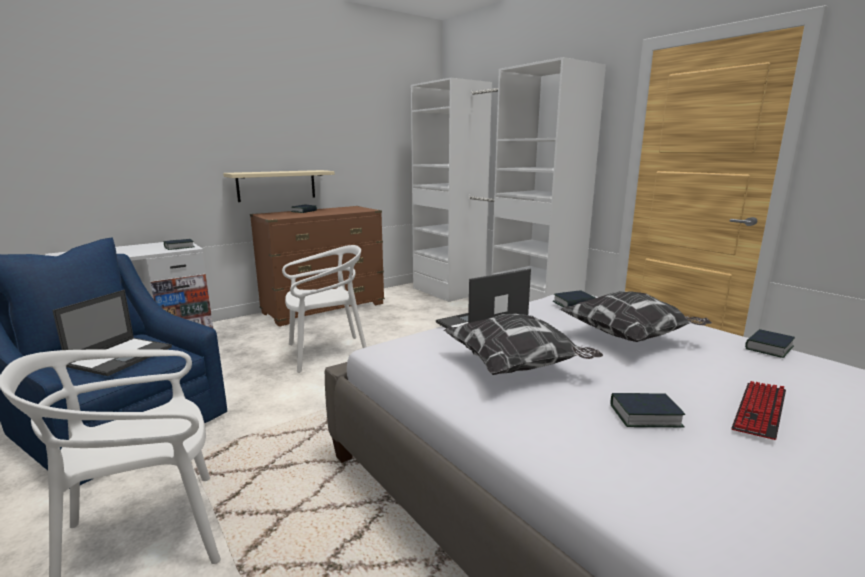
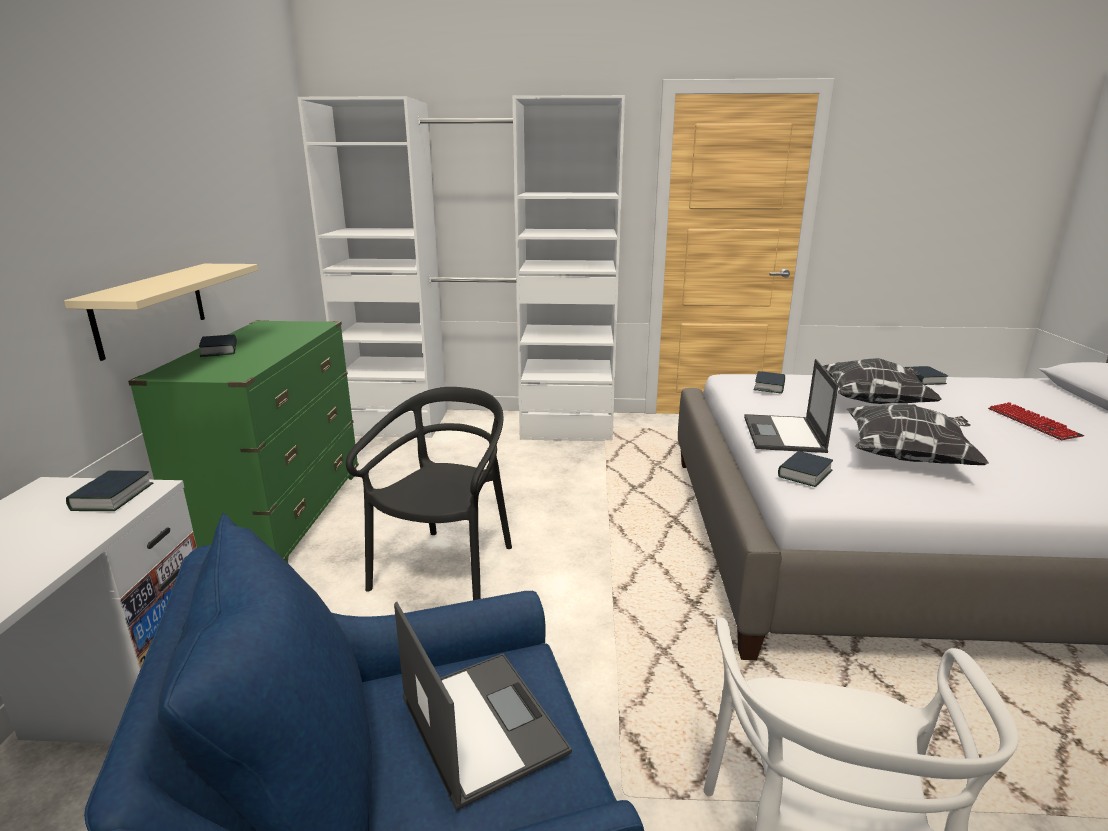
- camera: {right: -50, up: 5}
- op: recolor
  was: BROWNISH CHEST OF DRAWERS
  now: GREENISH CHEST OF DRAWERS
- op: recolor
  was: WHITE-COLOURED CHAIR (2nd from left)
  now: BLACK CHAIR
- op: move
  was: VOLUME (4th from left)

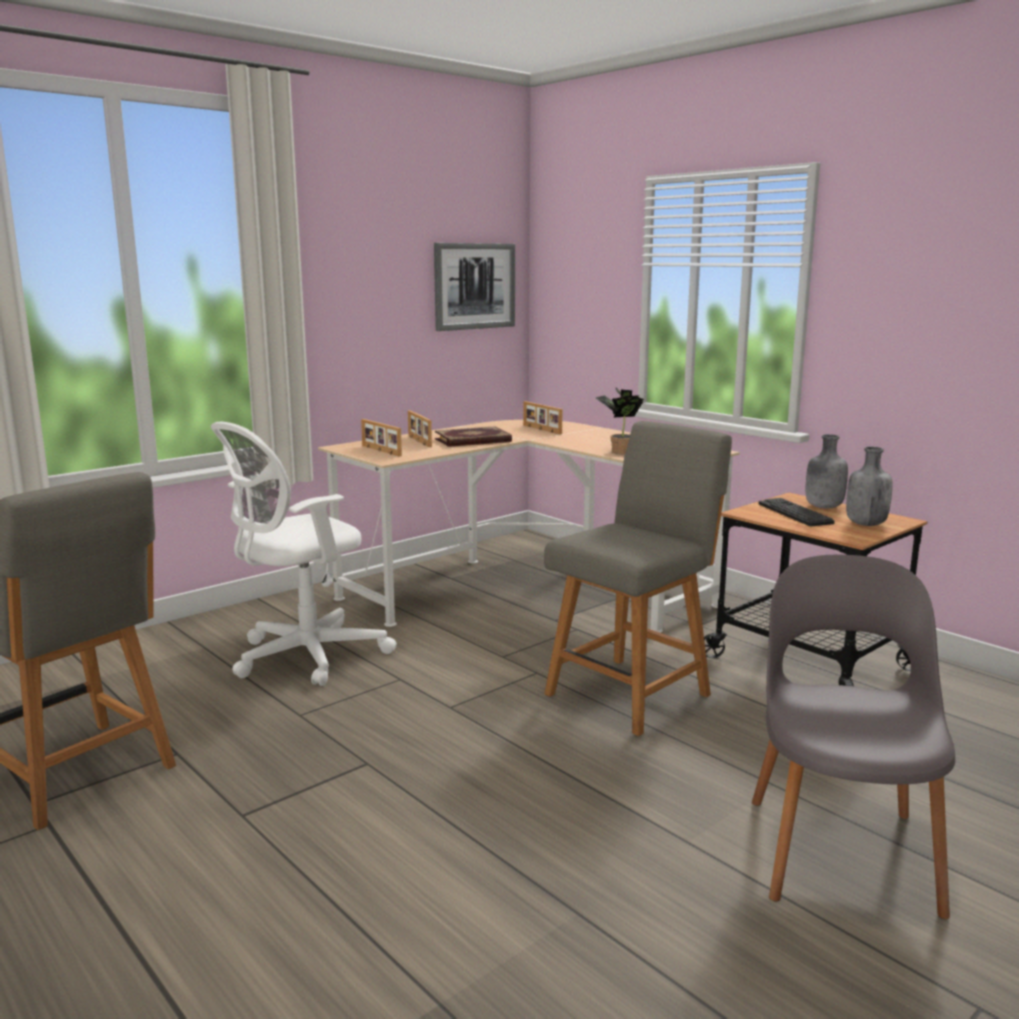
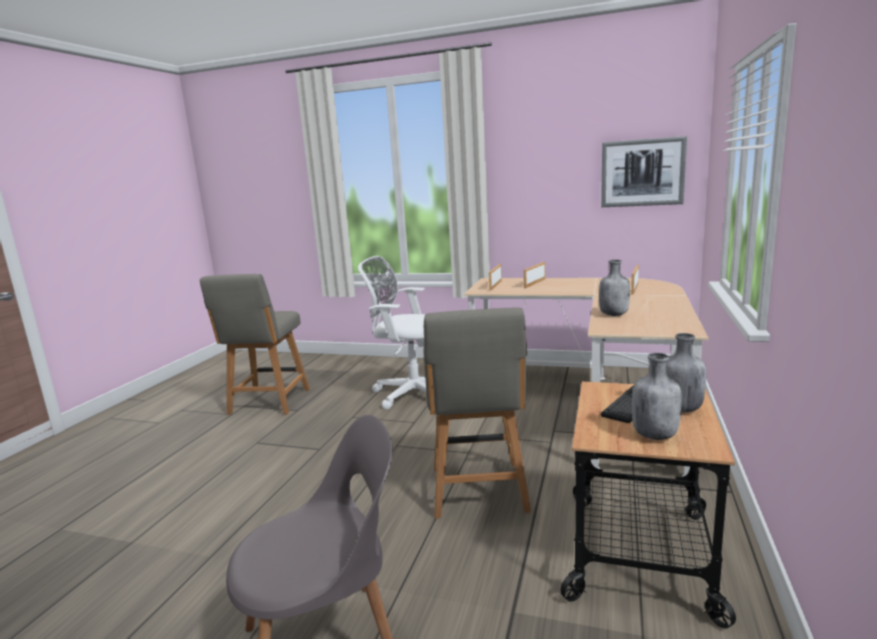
- camera: {right: 60, up: 0}
- op: rotate
  was: GREY CHAIR (2nd from left in the first image)
  clockwise: 75
- op: replace
  was: PLANT IN A POT
  now: GREY DRINK BOTTLE (1st from left)
- op: delete
  was: VOLUME

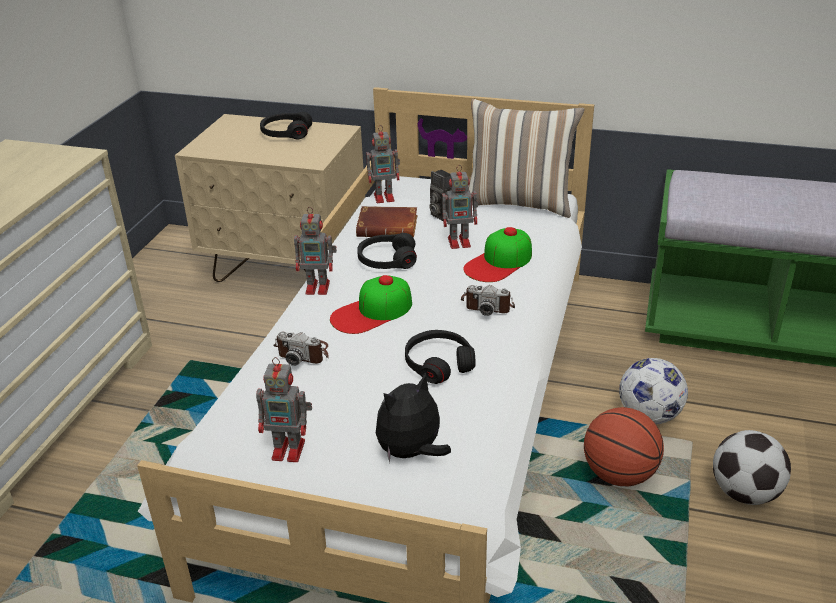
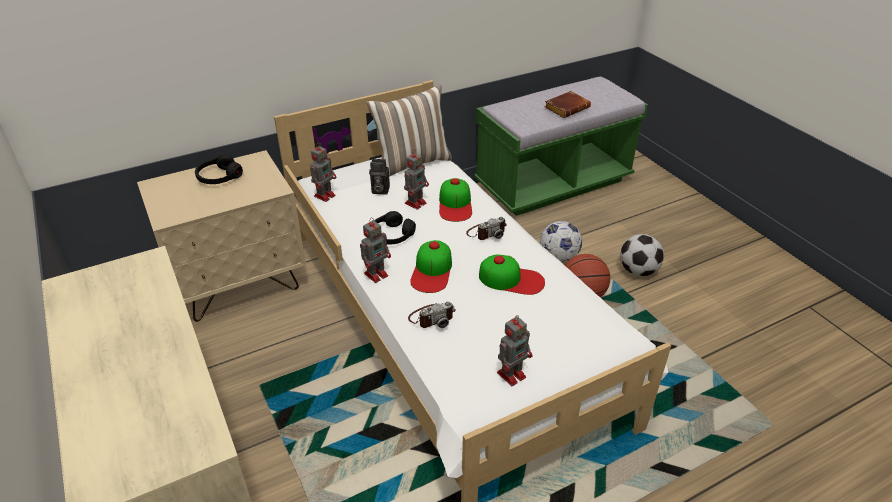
- camera: {right: -45, up: 5}
- op: replace
  was: BLACK PAIR OF HEADPHONES (3rd from left)
  now: CAP (3rd from left)
- op: move
  was: BROWNISH VOLUME
- op: delete
  was: SOFT TOY

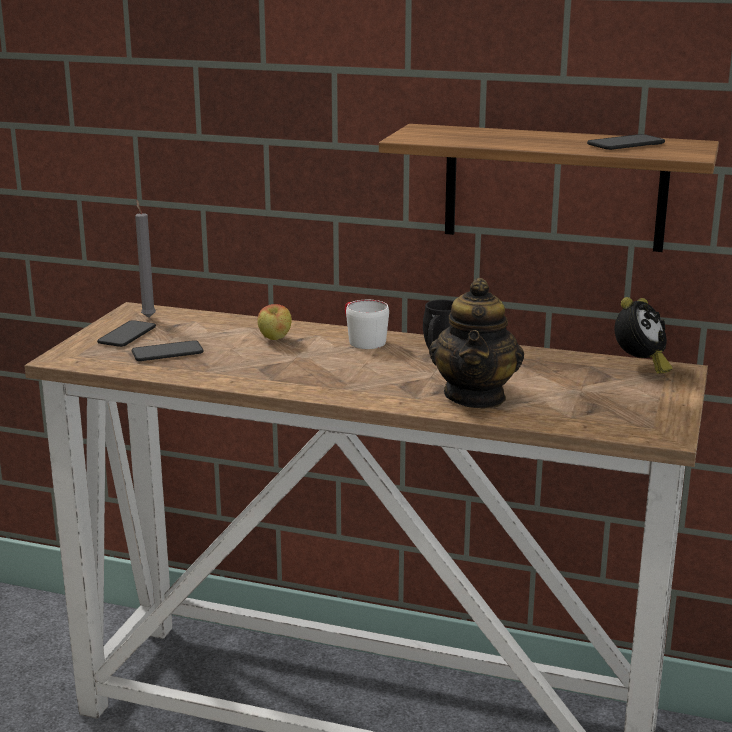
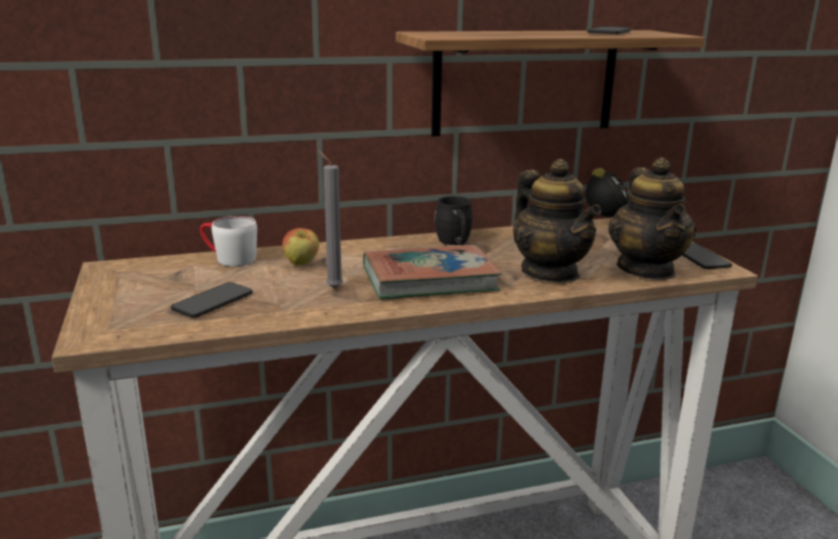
- camera: {right: -35, up: 0}
- op: move
  was: WHITE-COLOURED TEA MUG
- op: move
  was: GREY WAX LIGHT
- op: insert
  now: VOLUME
- op: insert
  now: POT FOR TEA (2nd from left)
- op: move
  was: HANDSET (1st from left in the first image)
  now: HANDSET (3rd from left)

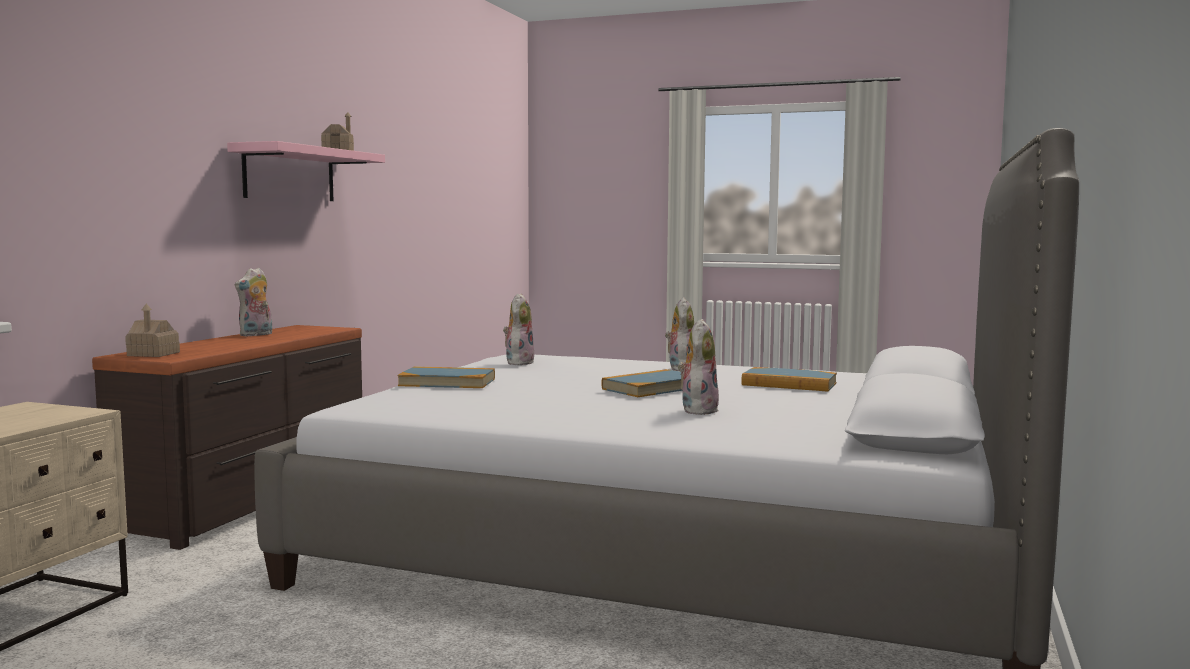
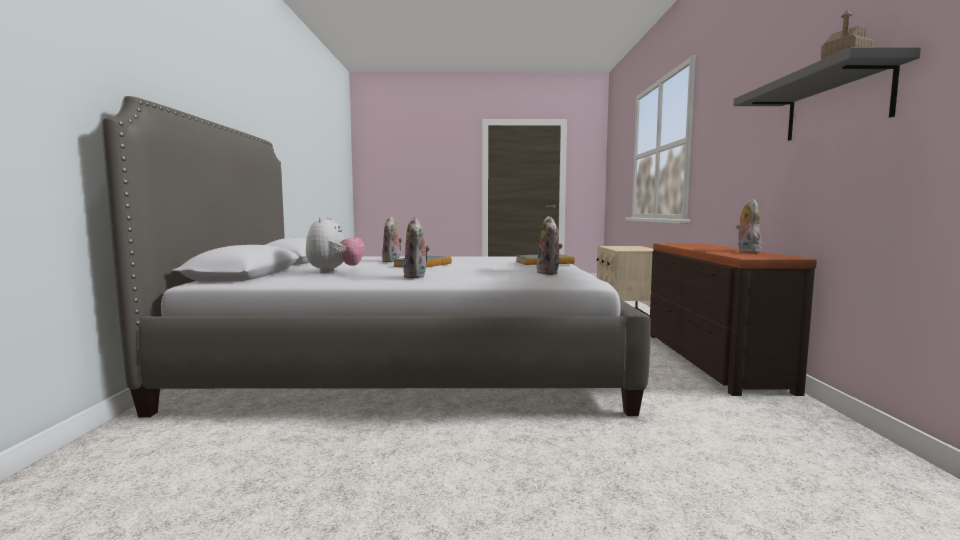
- camera: {right: 160, up: 0}
- op: replace
  was: VOLUME (3rd from left)
  now: SOFT TOY (1st from left)
- op: recolor
  was: PINKISH BRACKET SHELF
  now: GREY BRACKET SHELF
- op: delete
  was: MINIATURE HOUSE (1st from left)

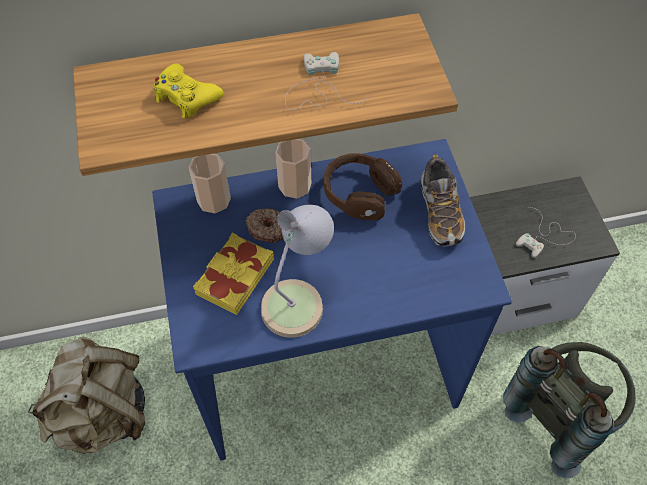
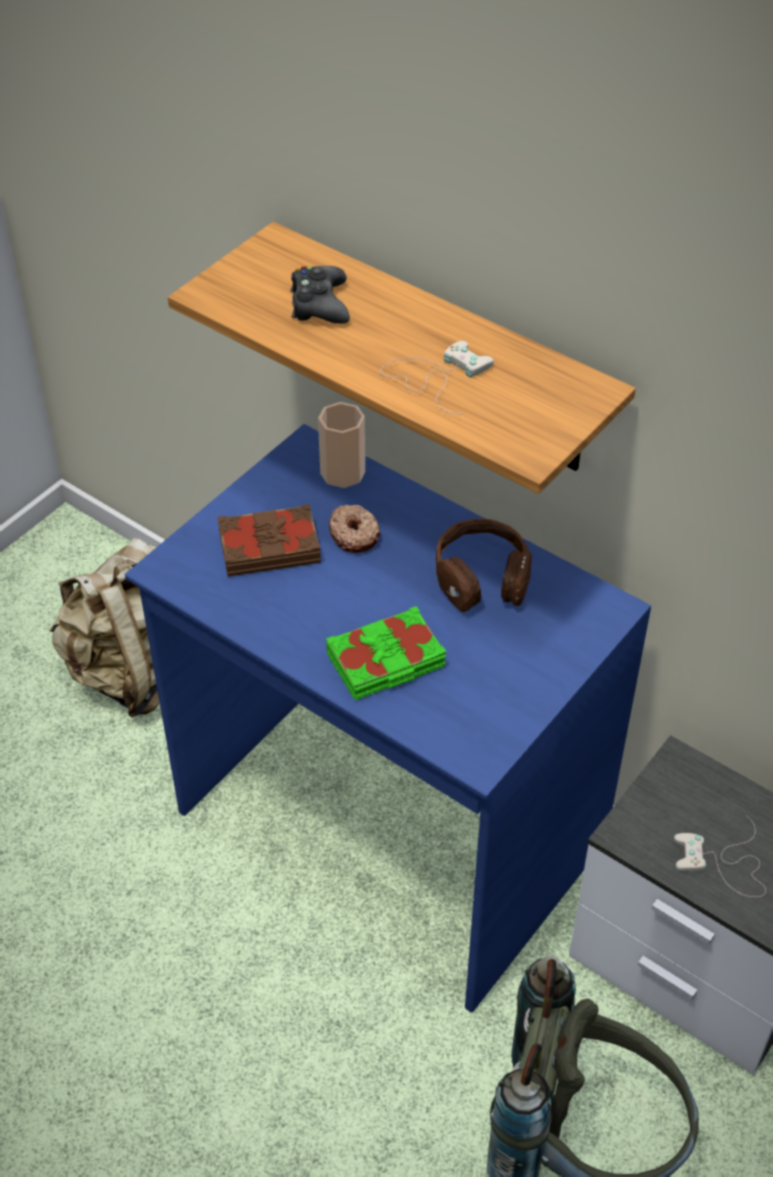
- camera: {right: 50, up: -10}
- op: recolor
  was: YELLOW-COLOURED VOLUME
  now: BROWNISH VOLUME
- op: recolor
  was: YELLOW-COLOURED JOYPAD
  now: BLACK JOYPAD
- op: insert
  now: GREENISH VOLUME
- op: delete
  was: TABLETOP LAMP
- op: delete
  was: DRINKING CUP (2nd from left)
- op: delete
  was: ITEM OF FOOTWEAR

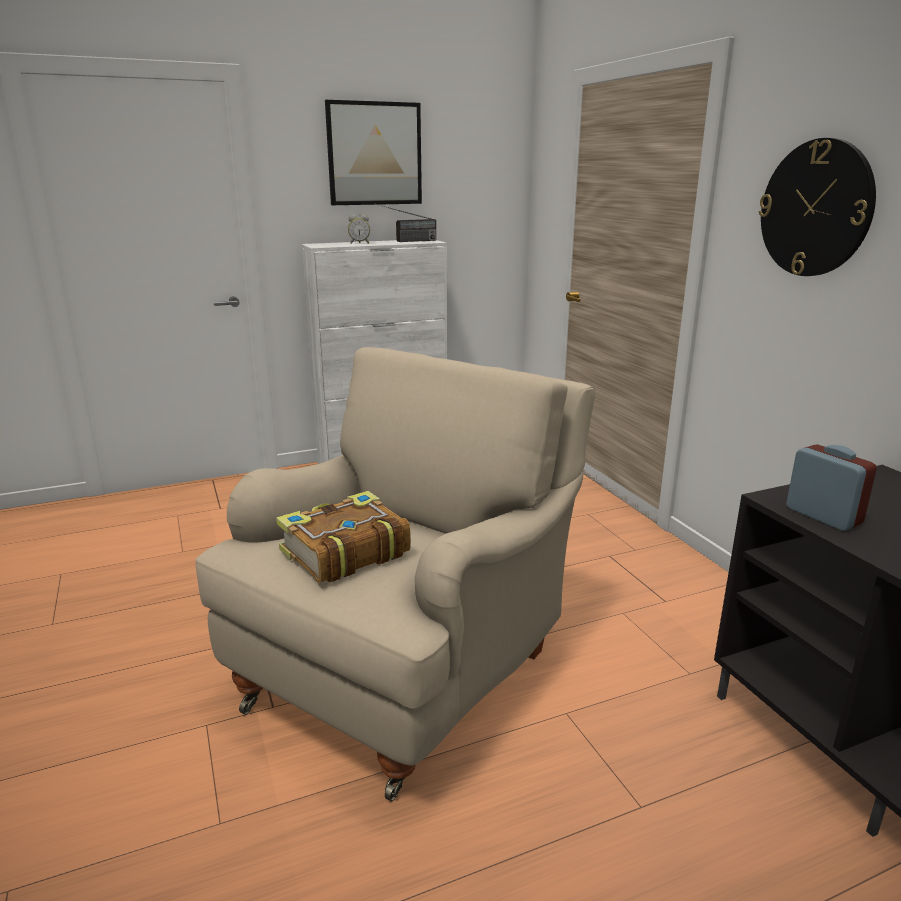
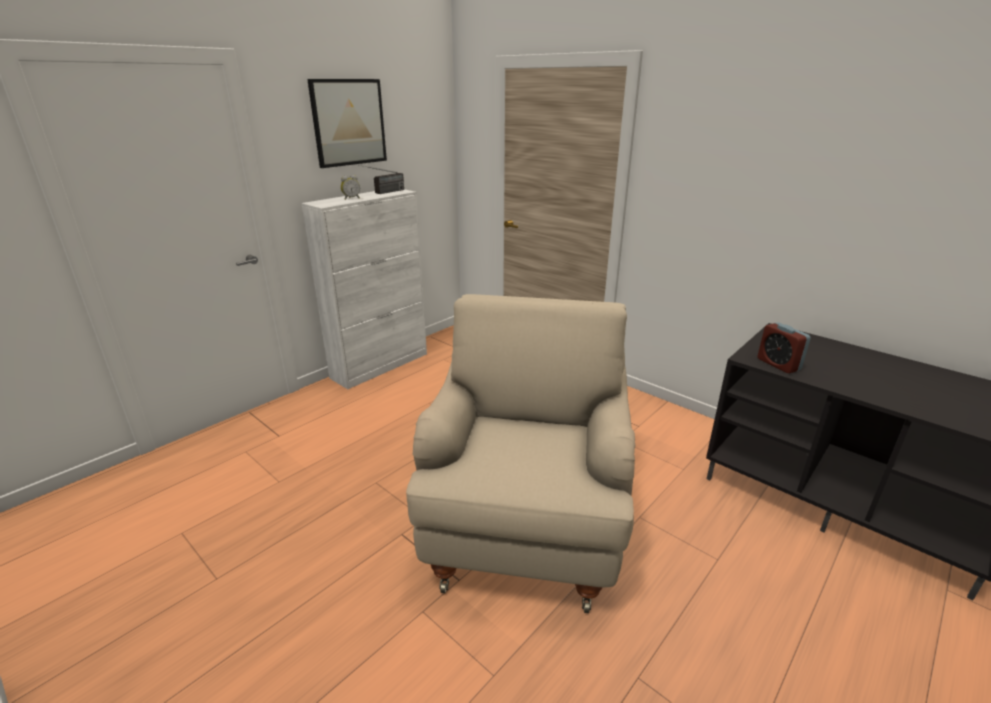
- camera: {right: -25, up: 5}
- op: rotate
  was: TABLE CLOCK (2nd from left)
  clockwise: -150
- op: delete
  was: VOLUME
- op: delete
  was: HANGING CLOCK

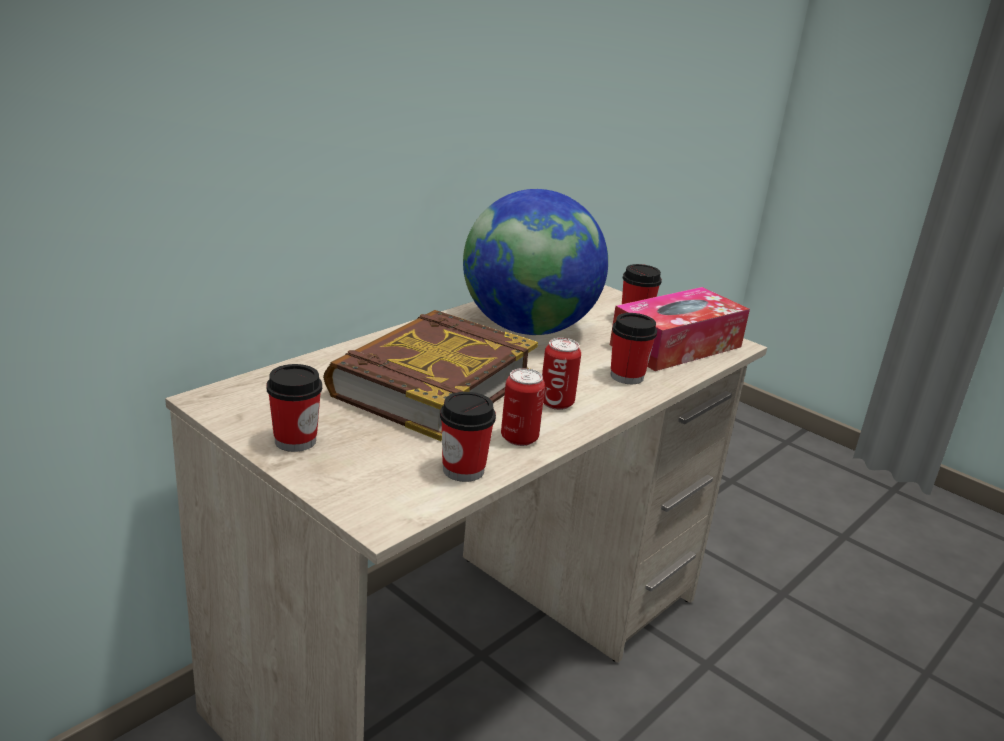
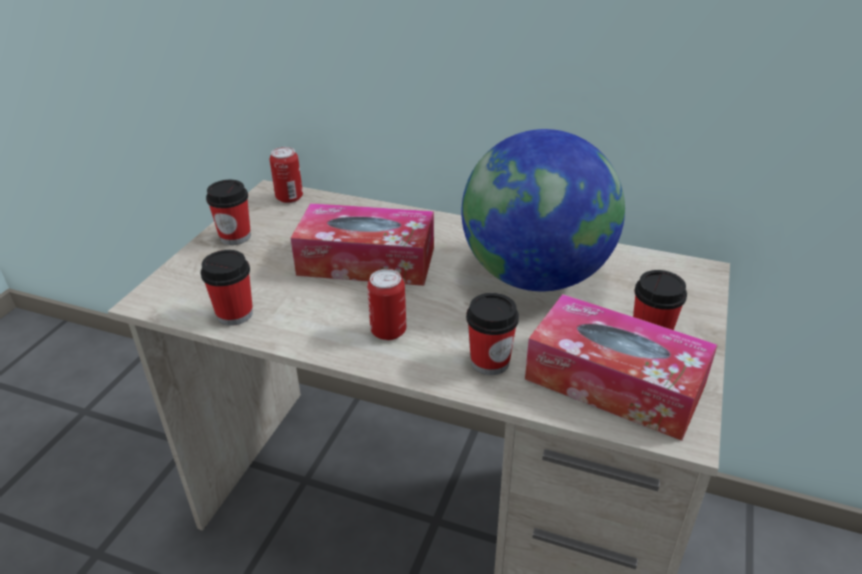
- camera: {right: 70, up: 10}
- op: move
  was: METAL CAN (1st from left)
- op: replace
  was: VOLUME
  now: BOX OF TISSUES (1st from left)

